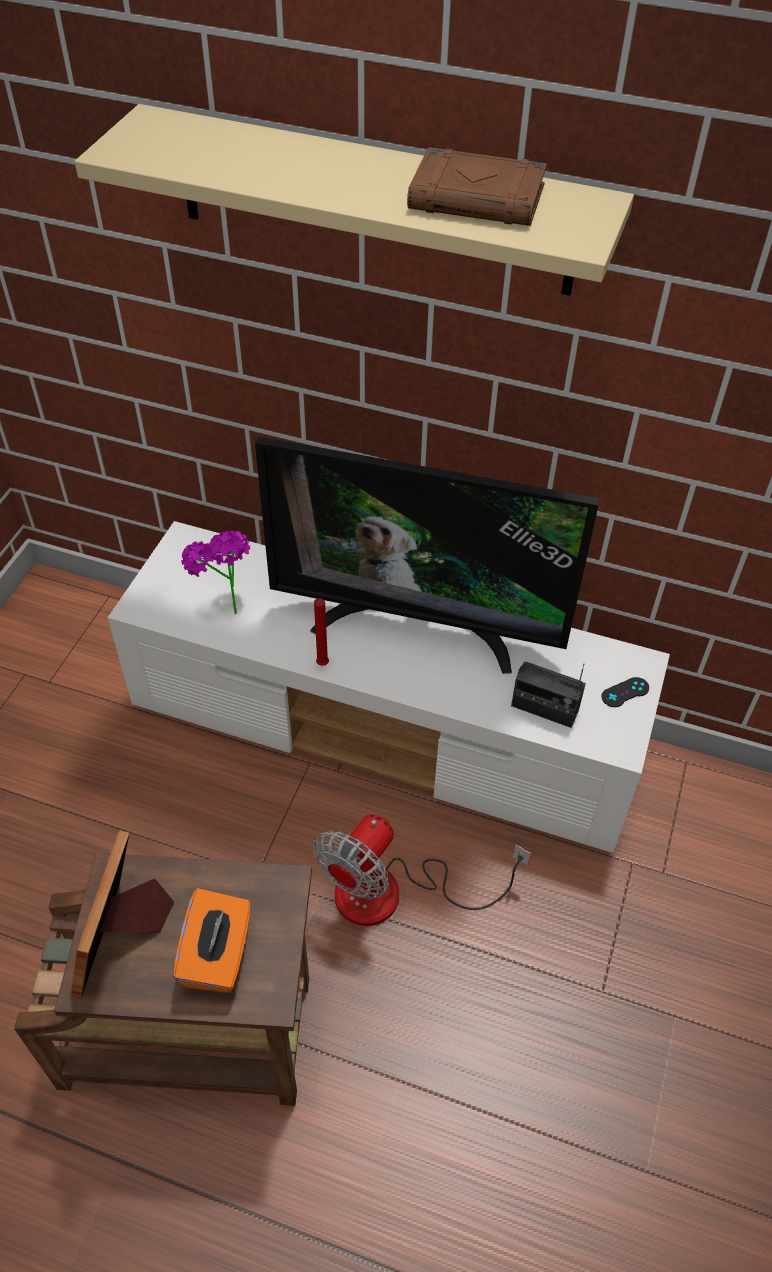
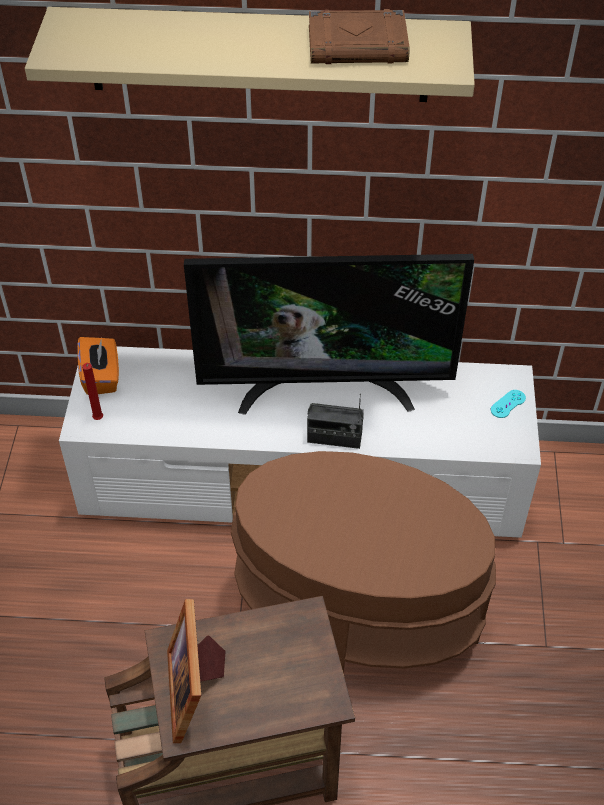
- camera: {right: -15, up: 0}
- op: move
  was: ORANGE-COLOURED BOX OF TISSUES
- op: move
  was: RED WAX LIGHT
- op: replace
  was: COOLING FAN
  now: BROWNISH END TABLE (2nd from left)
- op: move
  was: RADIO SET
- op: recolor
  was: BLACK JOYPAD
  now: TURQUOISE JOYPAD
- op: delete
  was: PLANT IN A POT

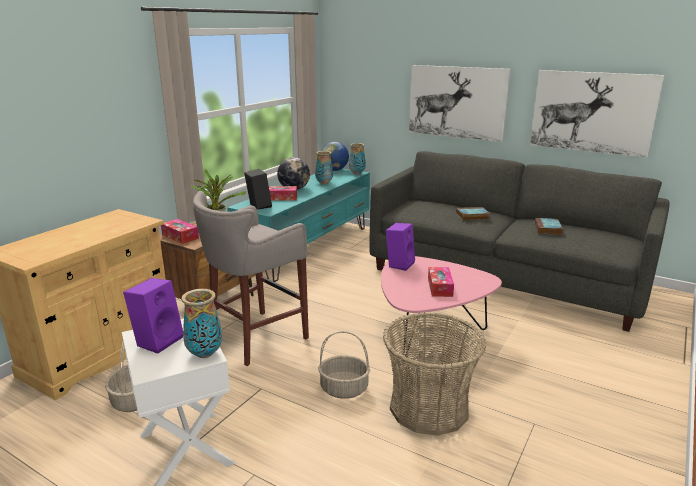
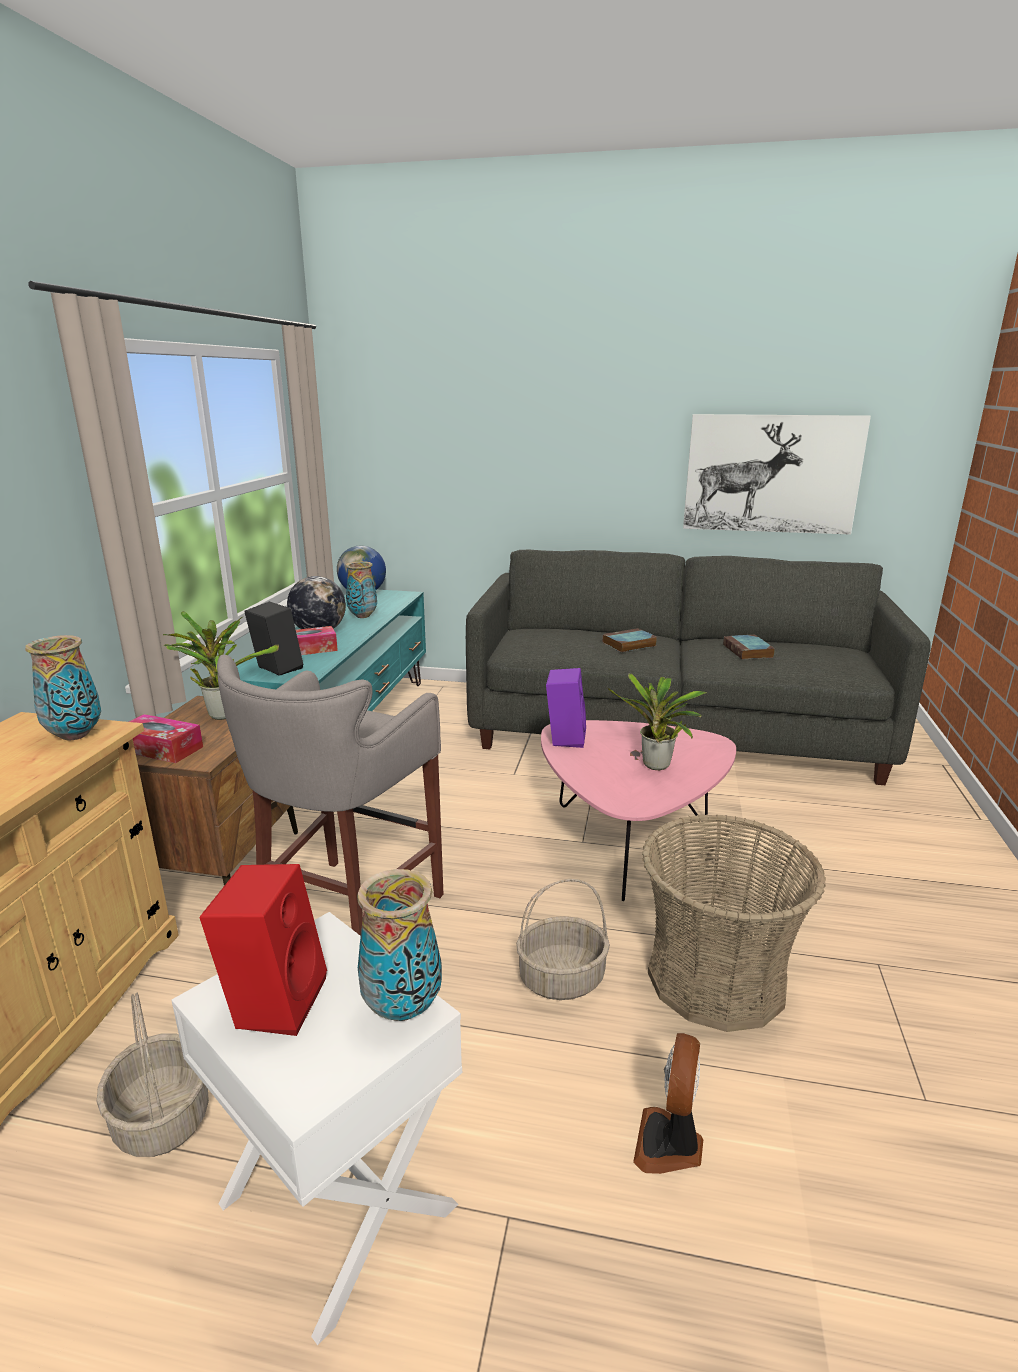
- camera: {right: -20, up: 0}
- op: move
  was: FLOWER VASE (3rd from left in the first image)
  now: FLOWER VASE (1st from left)
- op: recolor
  was: PURPLE AUDIO SPEAKER (1st from left)
  now: RED AUDIO SPEAKER
- op: replace
  was: BOX OF TISSUES (3rd from left)
  now: PLANT IN A POT (2nd from left)
- op: insert
  now: COOLING FAN
- op: delete
  was: WALL ART (1st from left)

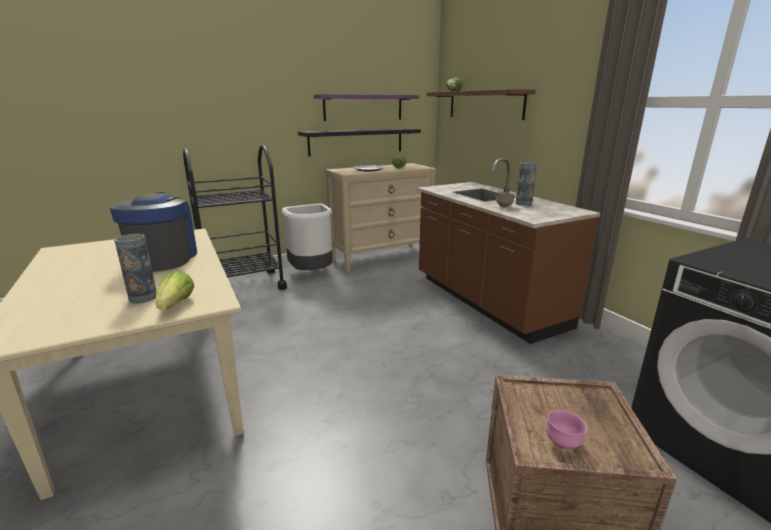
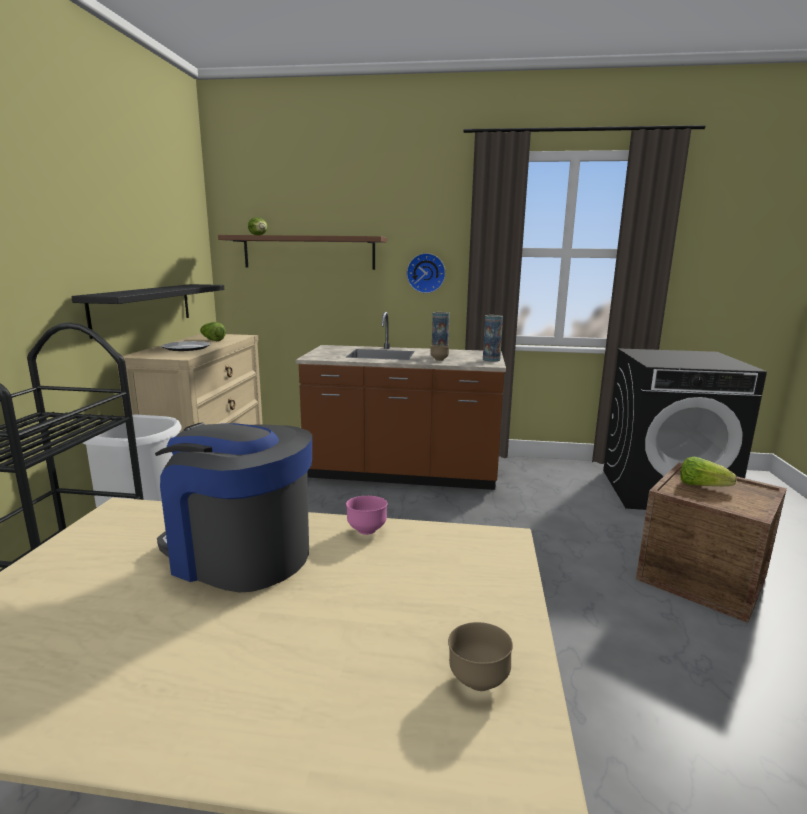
- camera: {right: -55, up: -5}
- op: move
  was: PINKISH BOWL
- op: insert
  now: HANGING CLOCK
- op: insert
  now: BROWNISH BOWL (2nd from left)
- op: move
  was: FLOWER VASE (1st from left in the first image)
  now: FLOWER VASE (2nd from left)
- op: move
  was: LETTUCE (1st from left in the first image)
  now: LETTUCE (3rd from left)
- op: delete
  was: PURPLE BRACKET SHELF

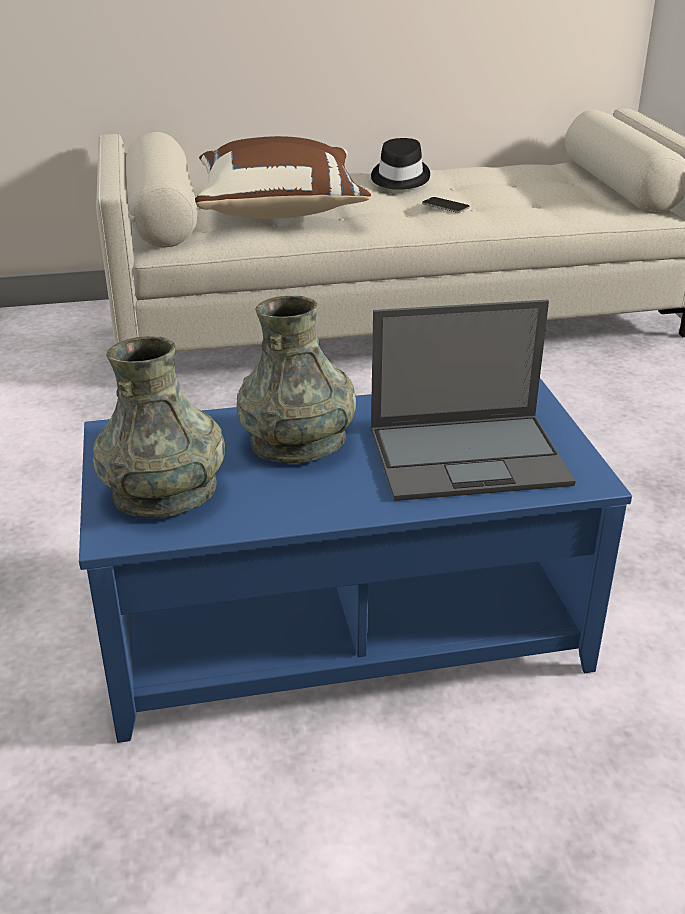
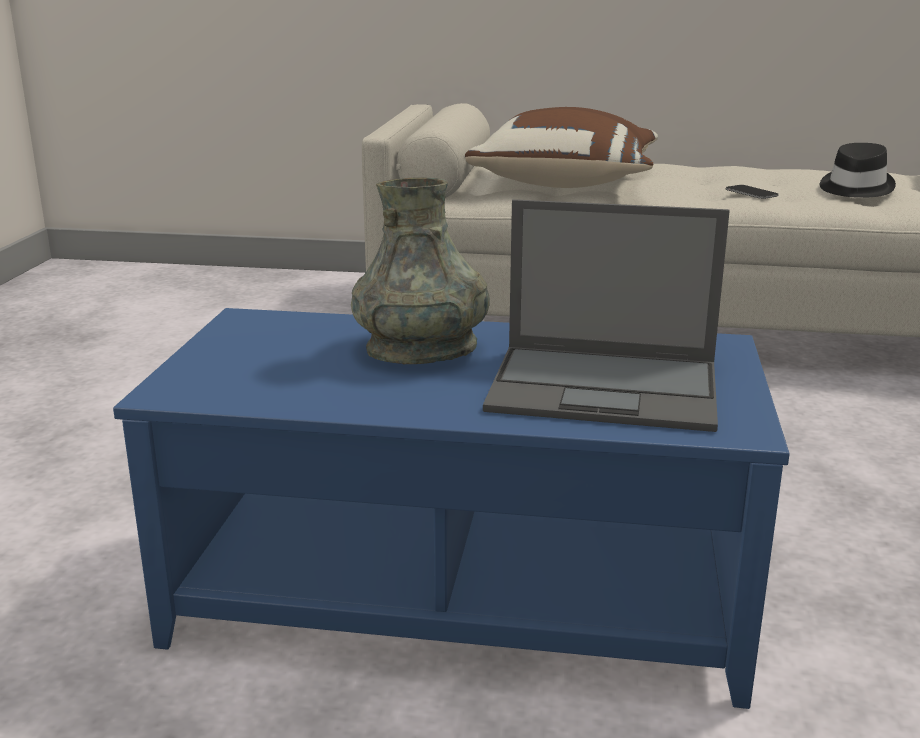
- camera: {right: 20, up: -10}
- op: move
  was: BLACK HAT
- op: delete
  was: GREY FLOWER VASE (1st from left)

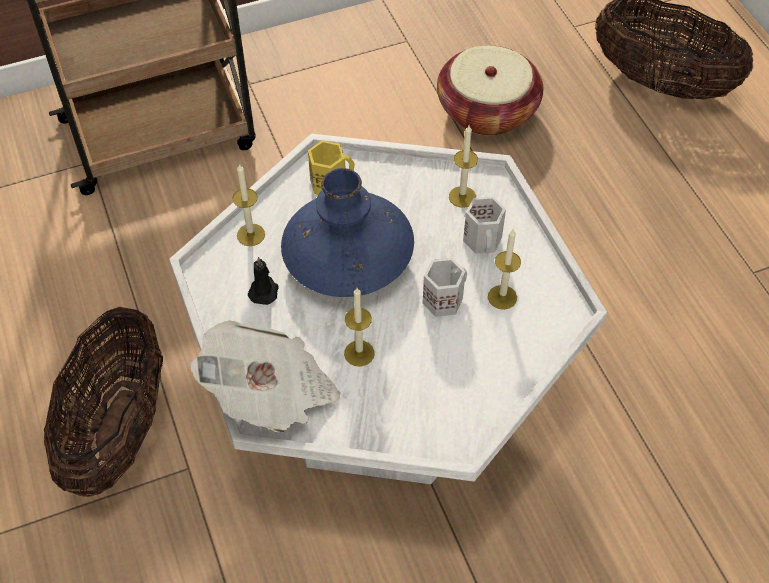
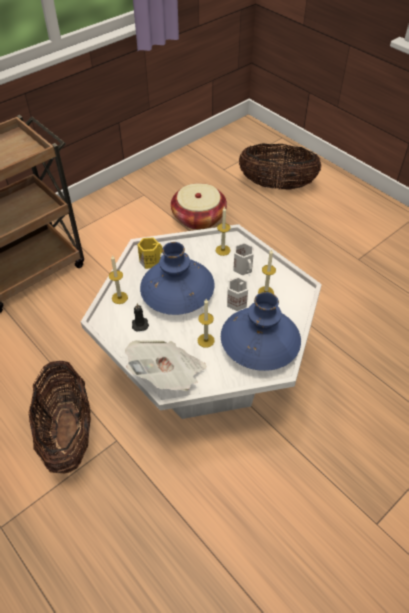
- camera: {right: -20, up: -5}
- op: insert
  now: BLUISH FLOWER VASE (2nd from left)

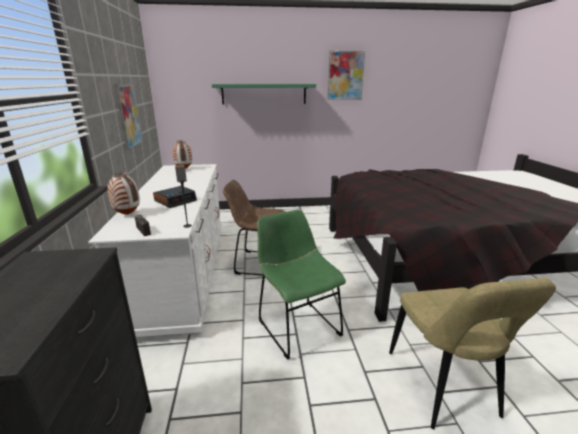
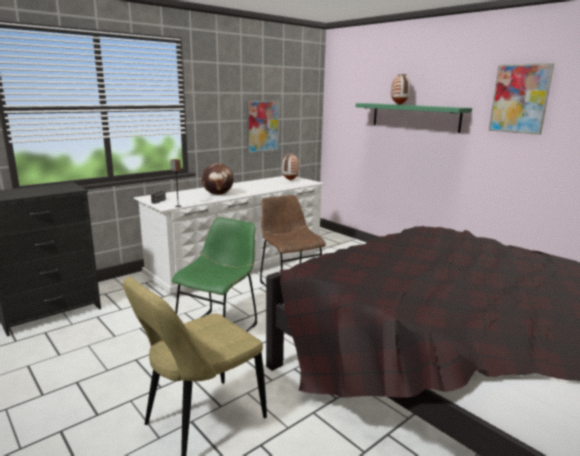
- camera: {right: 55, up: -5}
- op: replace
  was: TABLE CLOCK
  now: DESK GLOBE
- op: move
  was: FLOWER VASE (1st from left in the first image)
  now: FLOWER VASE (2nd from left)

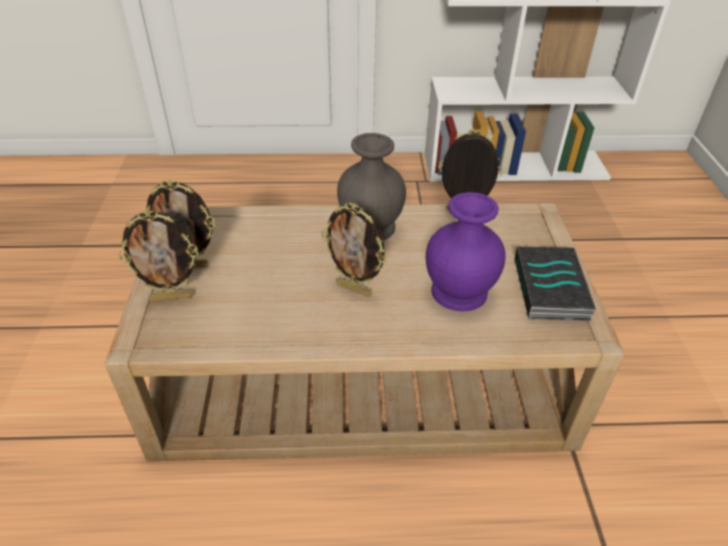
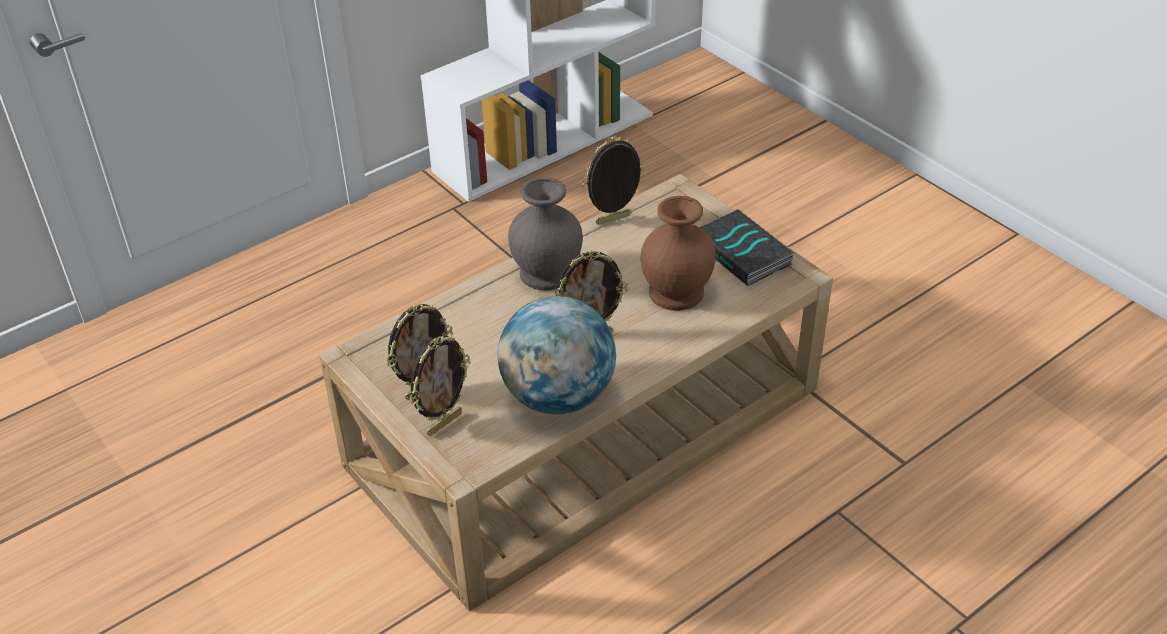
- camera: {right: -35, up: 0}
- op: insert
  now: DESK GLOBE
- op: recolor
  was: PURPLE FLOWER VASE
  now: BROWNISH FLOWER VASE

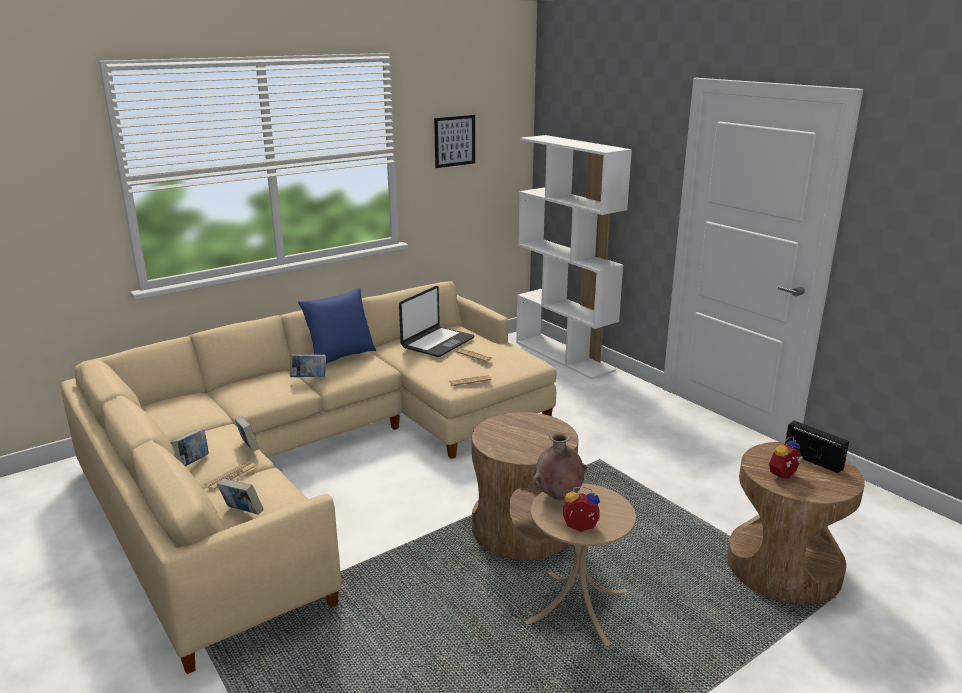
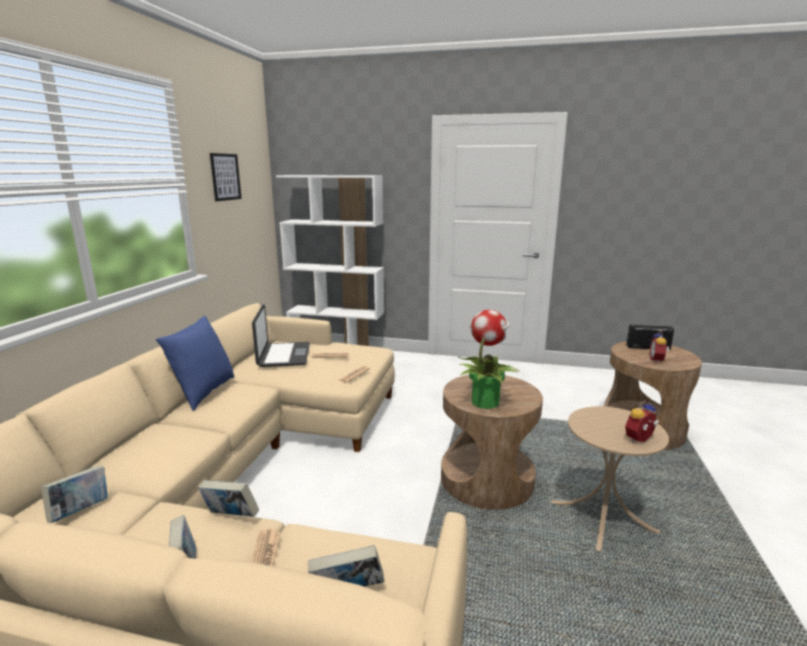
- camera: {right: -40, up: -5}
- op: move
  was: VOLUME (4th from left in the first image)
  now: VOLUME (1st from left)
- op: insert
  now: PLANT IN A POT
- op: delete
  was: BROWNISH FLOWER VASE

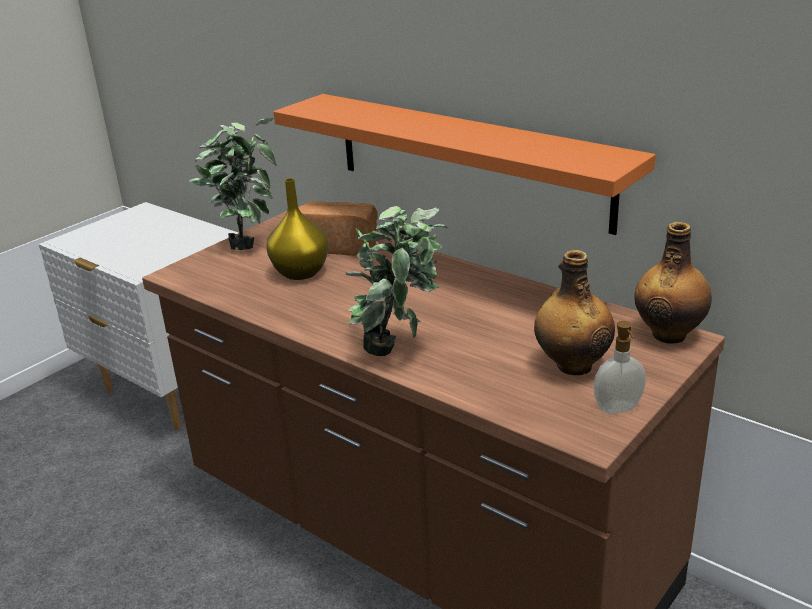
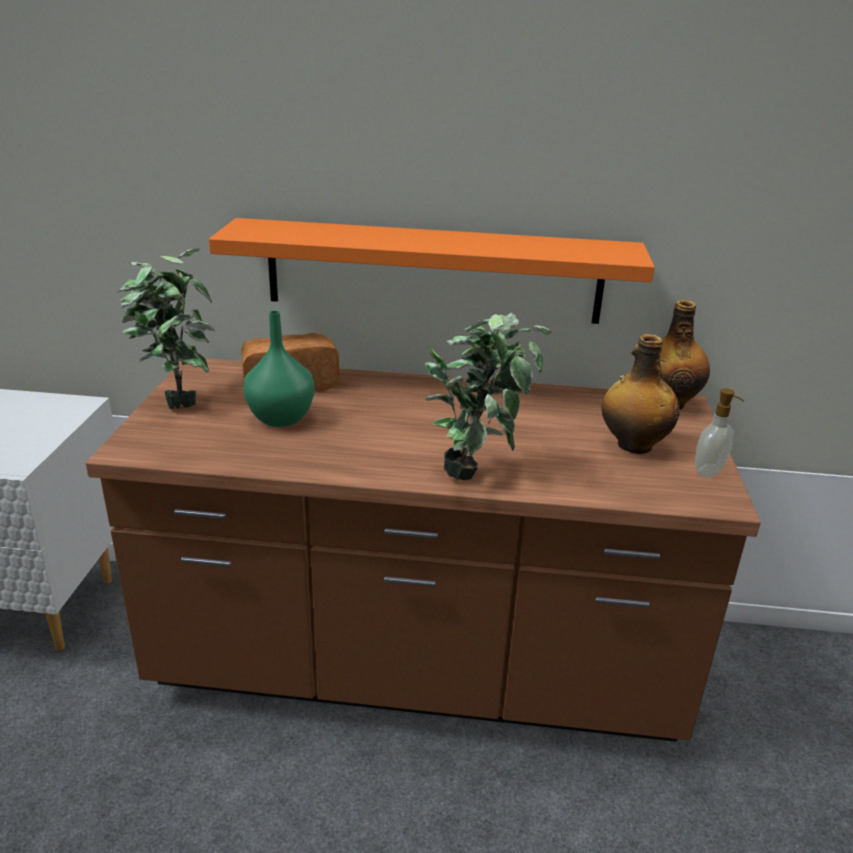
- camera: {right: -35, up: 0}
- op: recolor
  was: YELLOW-COLOURED FLOWER VASE
  now: GREENISH FLOWER VASE

